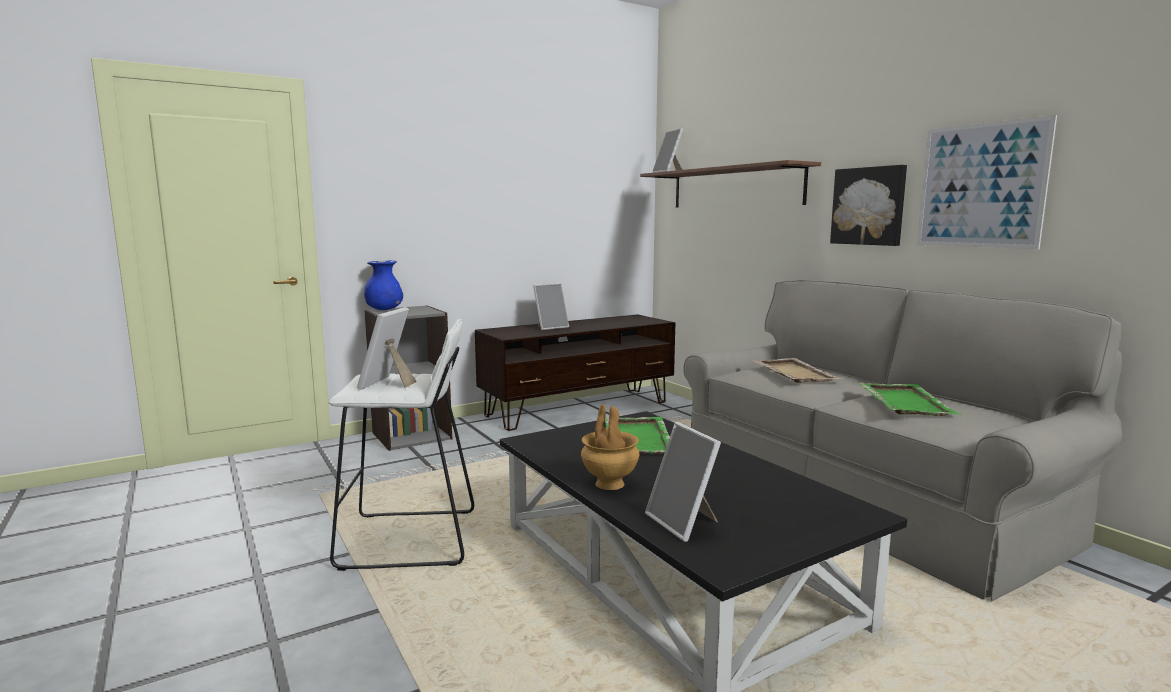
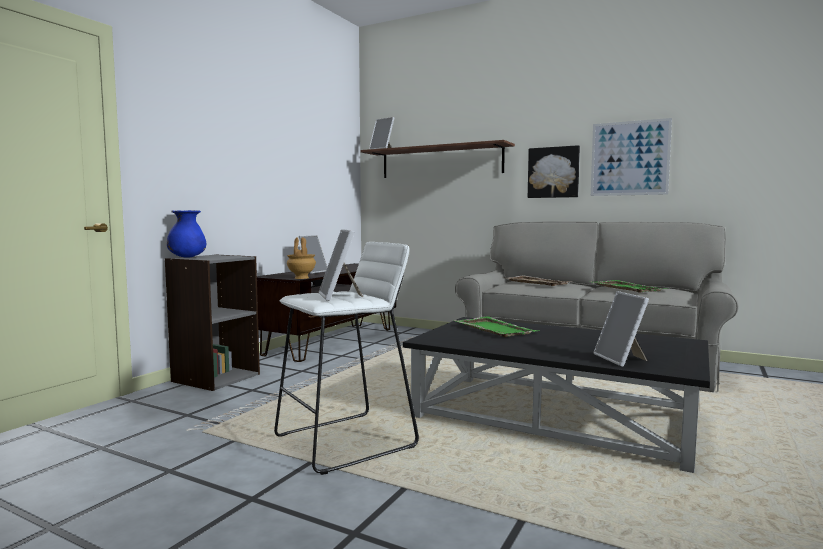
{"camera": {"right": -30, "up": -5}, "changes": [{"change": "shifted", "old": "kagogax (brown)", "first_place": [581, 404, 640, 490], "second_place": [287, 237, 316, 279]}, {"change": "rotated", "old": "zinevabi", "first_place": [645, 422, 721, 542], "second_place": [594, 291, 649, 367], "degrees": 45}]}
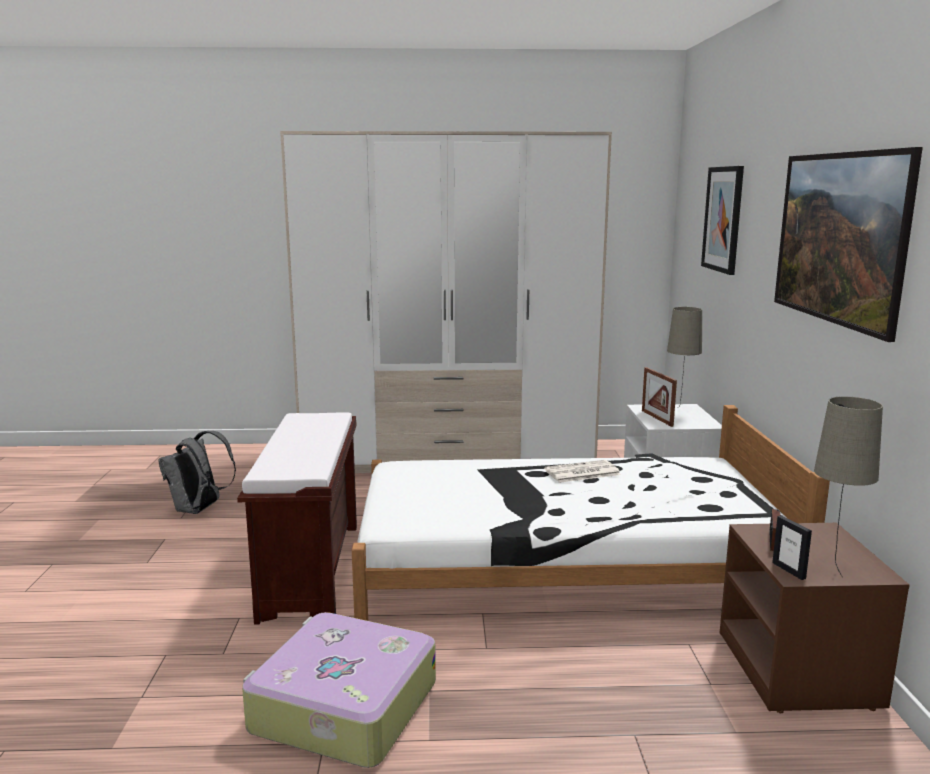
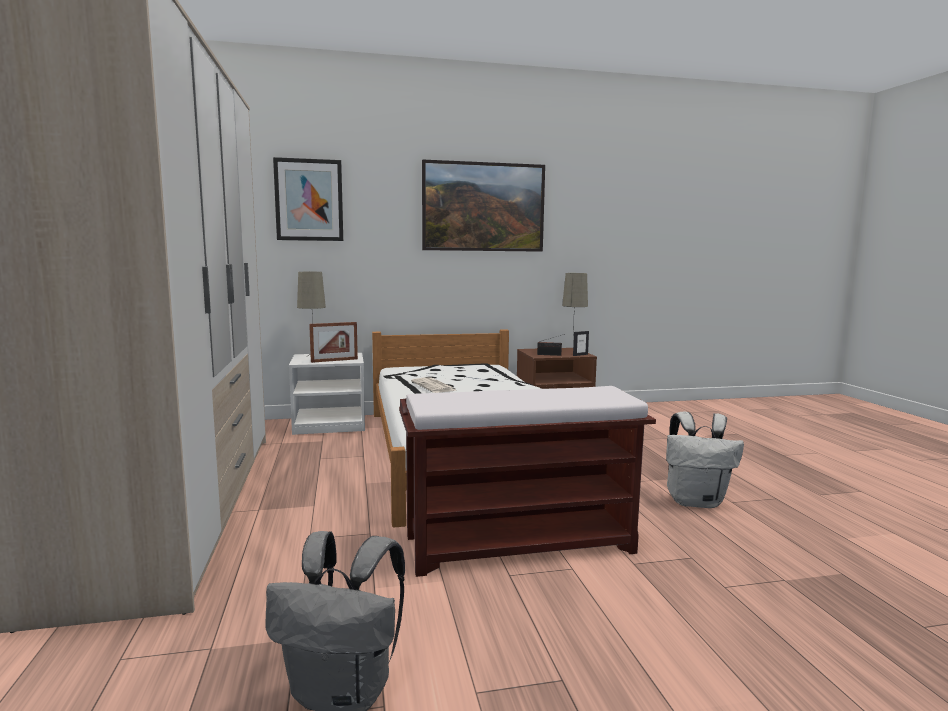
{"camera": {"right": -100, "up": -5}, "changes": [{"change": "swapped", "old": "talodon", "new": "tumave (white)", "first_place": [242, 612, 436, 768], "second_place": [666, 412, 744, 508]}]}
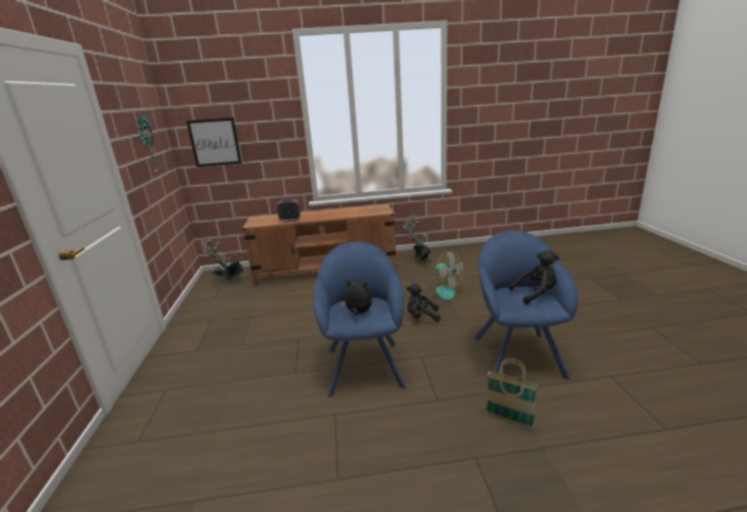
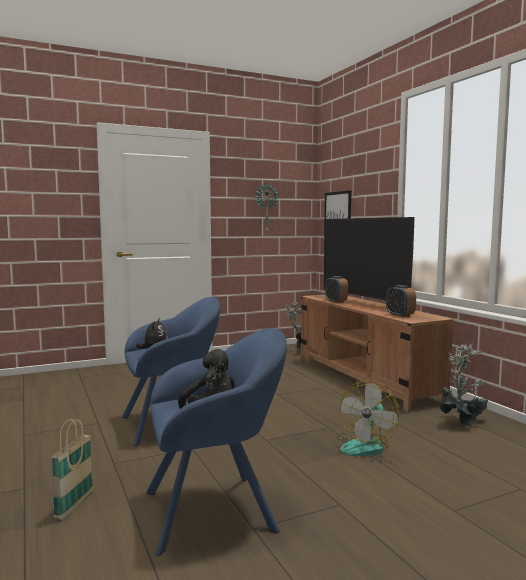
{"camera": {"right": 70, "up": -15}, "changes": [{"change": "gone", "old": "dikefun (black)", "first_place": [406, 283, 440, 322]}, {"change": "new", "new": "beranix", "second_place": [324, 217, 415, 300]}, {"change": "new", "new": "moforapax", "second_place": [386, 285, 416, 317]}]}
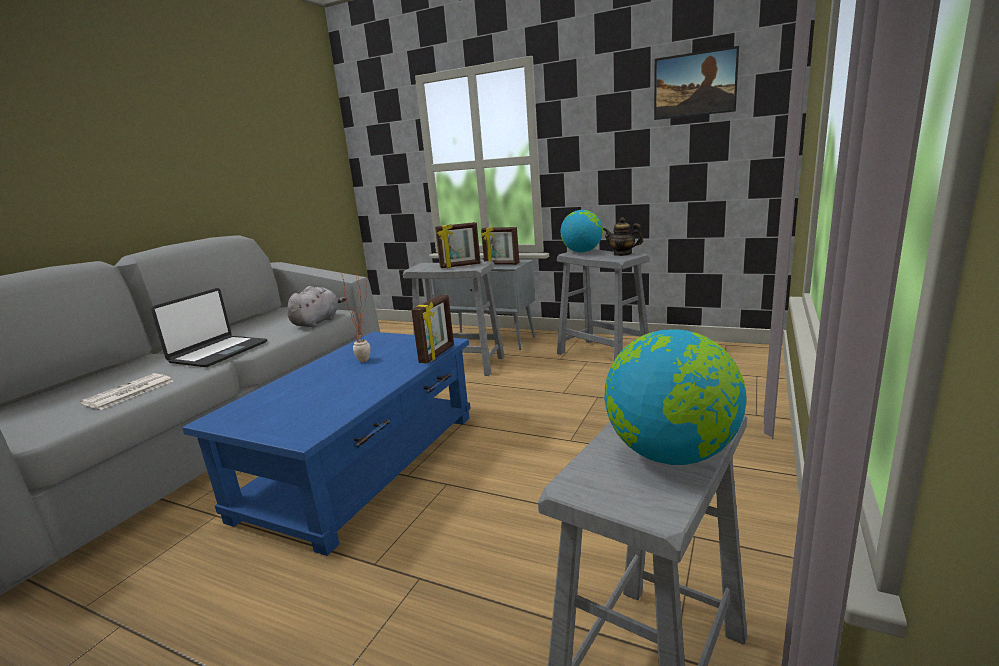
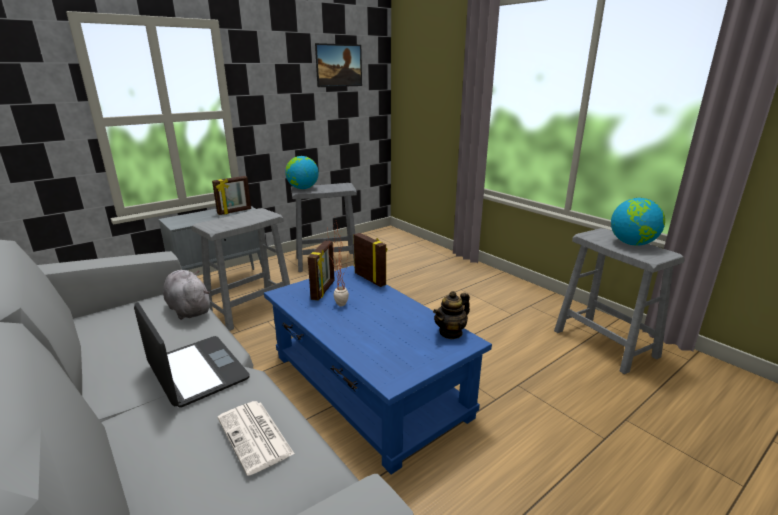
{"camera": {"right": -65, "up": 5}, "changes": [{"change": "shifted", "old": "zinevabi", "first_place": [435, 222, 481, 268], "second_place": [308, 240, 335, 301]}, {"change": "shifted", "old": "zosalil", "first_place": [603, 217, 643, 256], "second_place": [433, 291, 470, 340]}]}
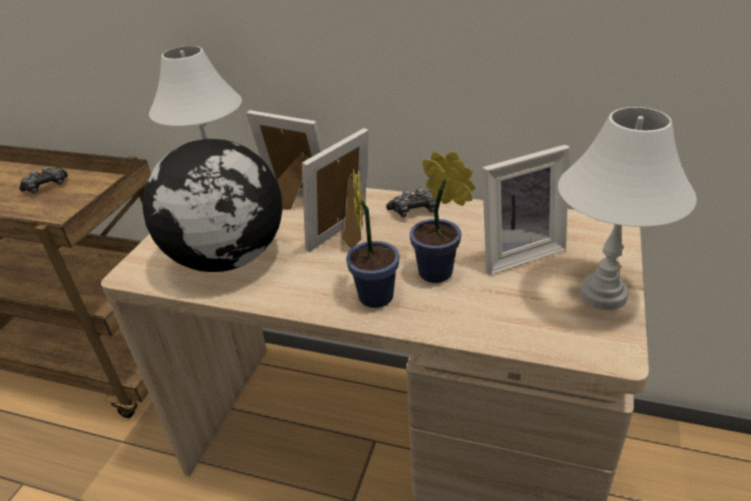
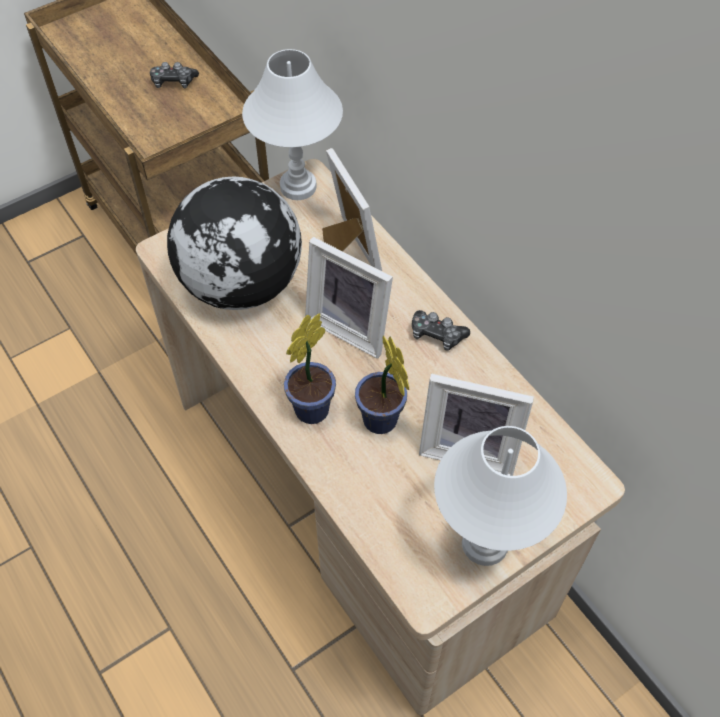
{"camera": {"right": 35, "up": 20}, "changes": [{"change": "rotated", "old": "zinevabi", "first_place": [302, 128, 369, 252], "second_place": [305, 237, 393, 359], "degrees": -135}]}
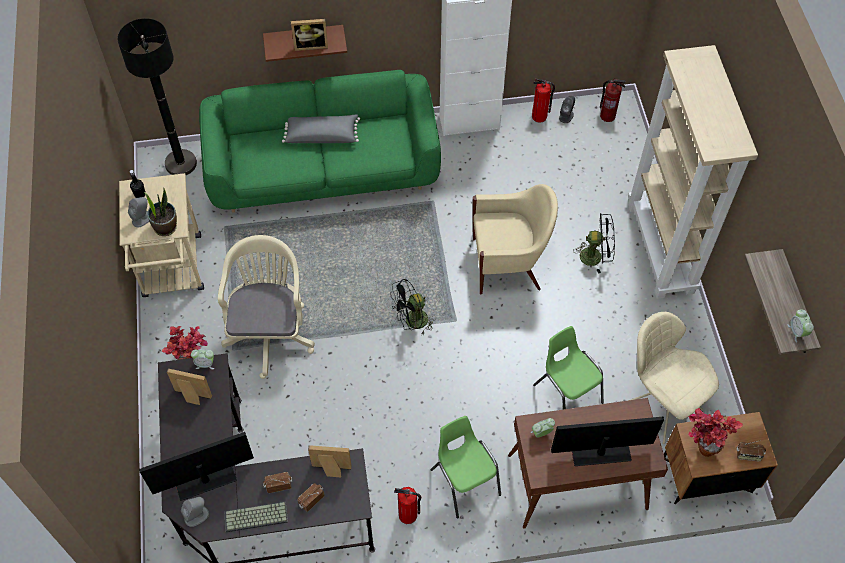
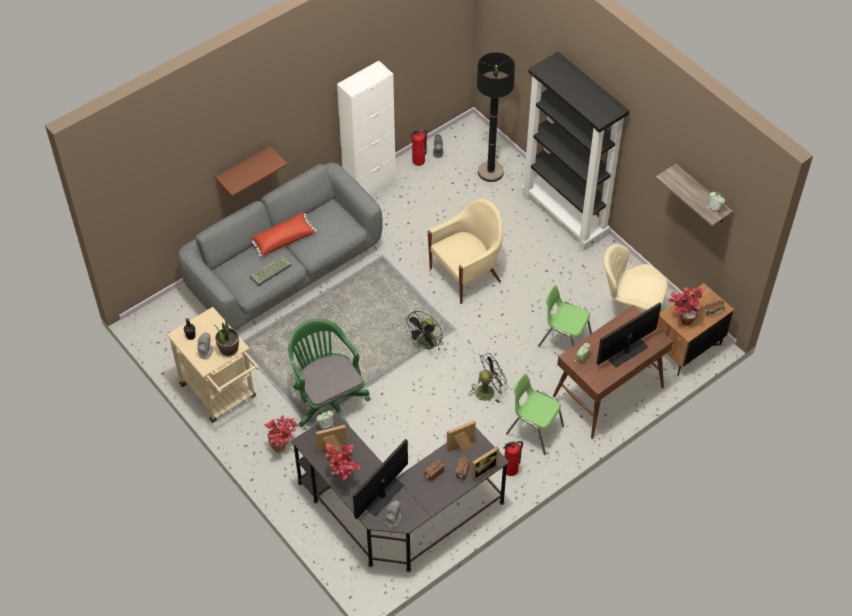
{"camera": {"right": -30, "up": -5}, "changes": [{"change": "gone", "old": "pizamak", "first_place": [600, 78, 626, 122]}, {"change": "new", "new": "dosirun", "second_place": [326, 444, 360, 480]}, {"change": "shifted", "old": "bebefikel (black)", "first_place": [117, 18, 197, 175], "second_place": [477, 52, 515, 182]}, {"change": "shifted", "old": "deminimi", "first_place": [224, 501, 288, 532], "second_place": [249, 256, 292, 286]}, {"change": "shifted", "old": "zinevabi", "first_place": [291, 19, 328, 51], "second_place": [471, 447, 499, 482]}, {"change": "shifted", "old": "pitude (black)", "first_place": [573, 213, 615, 274], "second_place": [469, 353, 508, 403]}, {"change": "repainted", "old": "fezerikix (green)", "new": "fezerikix (grey)", "first_place": [199, 70, 441, 213], "second_place": [178, 163, 383, 331]}, {"change": "repainted", "old": "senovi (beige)", "new": "senovi (green)", "first_place": [218, 235, 315, 379], "second_place": [288, 319, 370, 427]}, {"change": "repainted", "old": "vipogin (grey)", "new": "vipogin (red)", "first_place": [282, 114, 360, 143], "second_place": [252, 212, 317, 256]}, {"change": "repainted", "old": "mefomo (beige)", "new": "mefomo (black)", "first_place": [628, 45, 758, 299], "second_place": [521, 52, 629, 251]}]}
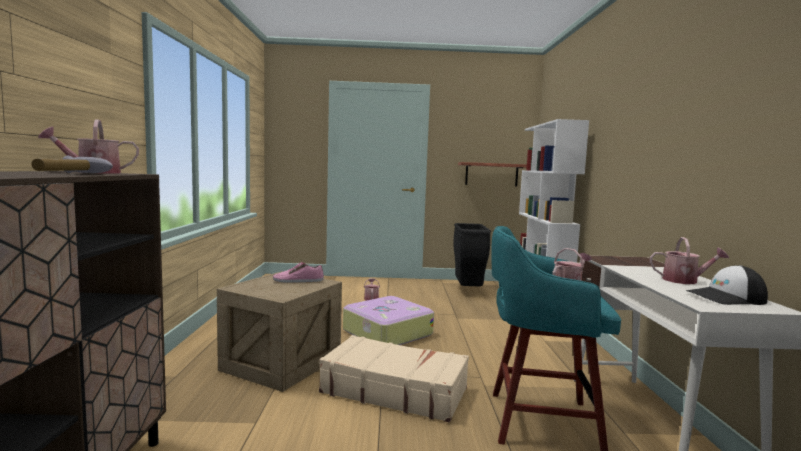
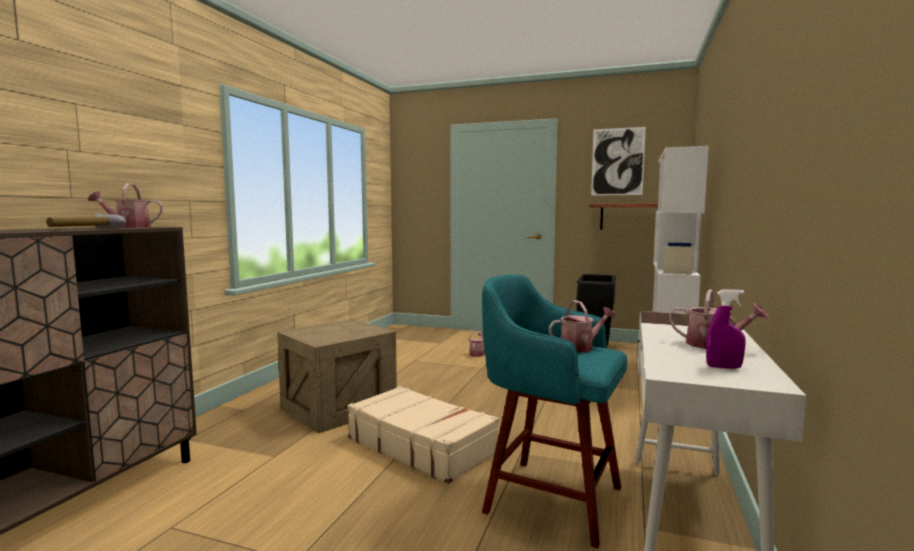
{"camera": {"right": 20, "up": 0}, "changes": [{"change": "gone", "old": "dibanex", "first_place": [273, 262, 324, 283]}, {"change": "gone", "old": "talodon", "first_place": [343, 296, 434, 345]}, {"change": "new", "new": "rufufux", "second_place": [591, 127, 646, 196]}, {"change": "swapped", "old": "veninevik", "new": "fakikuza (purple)", "first_place": [686, 265, 768, 305], "second_place": [706, 289, 746, 369]}]}
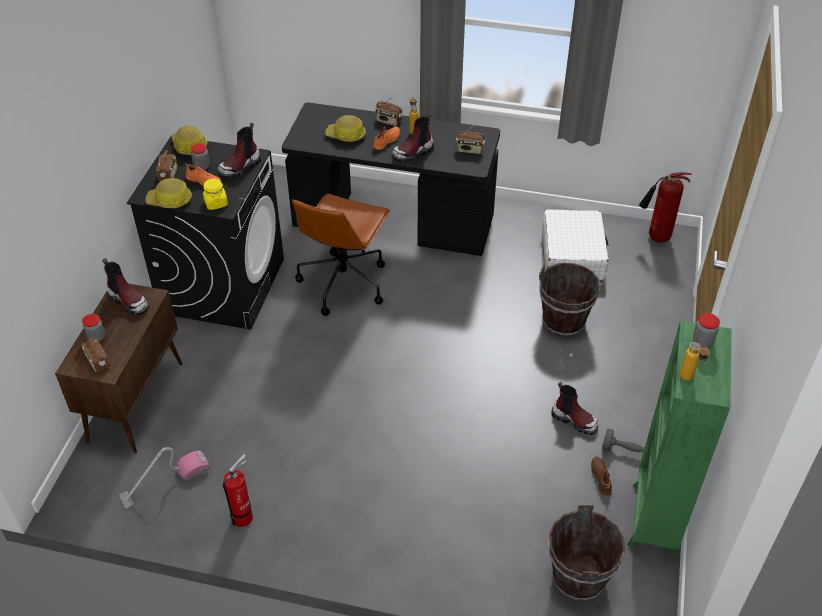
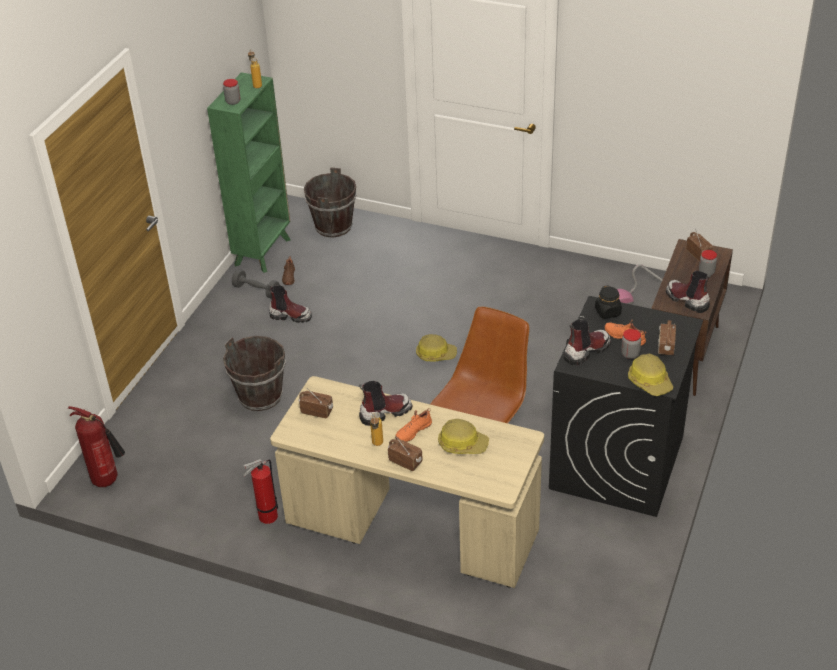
{"camera": {"right": -170, "up": -5}, "changes": [{"change": "gone", "old": "talodon (white)", "first_place": [542, 209, 609, 280]}, {"change": "shifted", "old": "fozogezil", "first_place": [146, 178, 192, 208], "second_place": [416, 334, 457, 361]}, {"change": "shifted", "old": "pizamak", "first_place": [223, 454, 253, 527], "second_place": [244, 459, 278, 524]}, {"change": "repainted", "old": "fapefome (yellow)", "new": "fapefome (black)", "first_place": [203, 178, 228, 210], "second_place": [595, 285, 622, 319]}, {"change": "repainted", "old": "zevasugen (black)", "new": "zevasugen (beige)", "first_place": [282, 103, 500, 256], "second_place": [270, 376, 544, 588]}, {"change": "rotated", "old": "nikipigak", "first_place": [551, 382, 599, 435], "second_place": [267, 284, 312, 323], "degrees": 150}]}
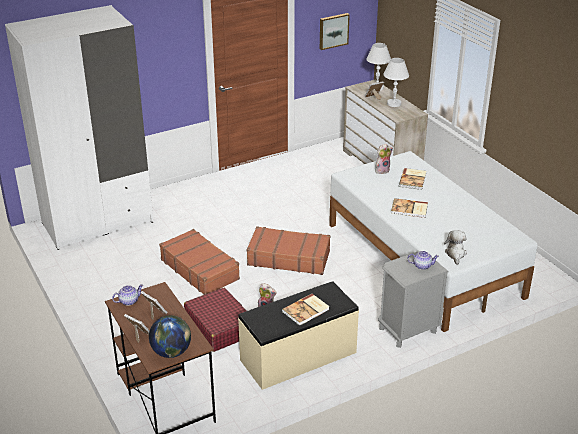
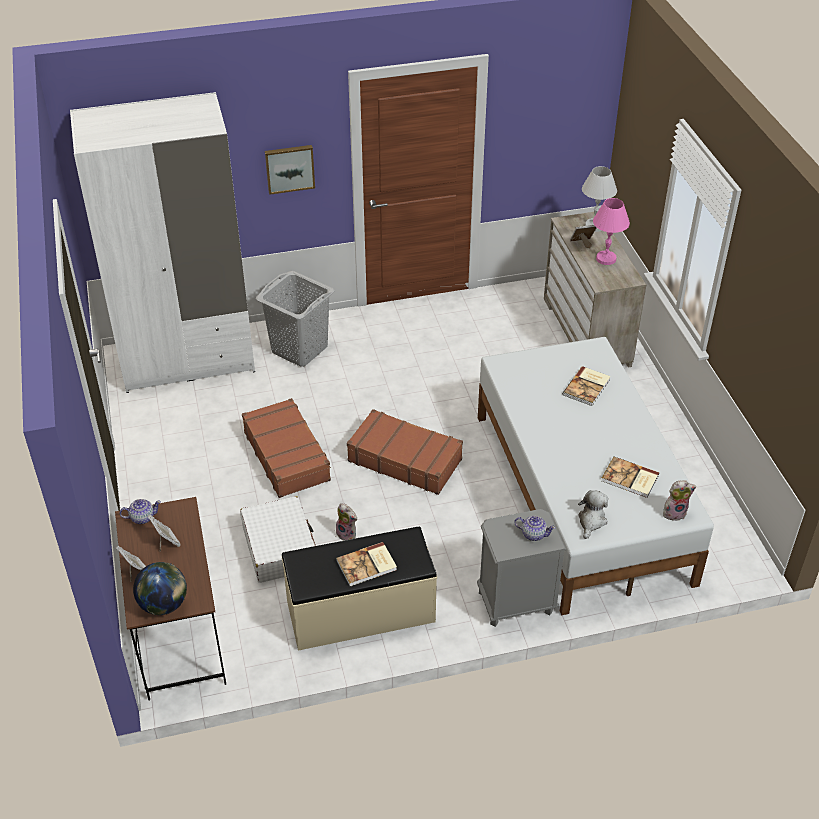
{"camera": {"right": 15, "up": 10}, "changes": [{"change": "new", "new": "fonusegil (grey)", "second_place": [256, 271, 335, 367]}, {"change": "shifted", "old": "rufufux", "first_place": [320, 13, 350, 50], "second_place": [265, 145, 315, 195]}, {"change": "shifted", "old": "dikefun", "first_place": [375, 144, 393, 174], "second_place": [663, 480, 696, 521]}, {"change": "shifted", "old": "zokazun", "first_place": [391, 198, 428, 218], "second_place": [601, 457, 659, 498]}, {"change": "repainted", "old": "talodon (red)", "new": "talodon (white)", "first_place": [184, 288, 246, 352], "second_place": [240, 496, 316, 583]}, {"change": "repainted", "old": "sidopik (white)", "new": "sidopik (pink)", "first_place": [383, 58, 409, 107], "second_place": [593, 198, 630, 265]}]}
